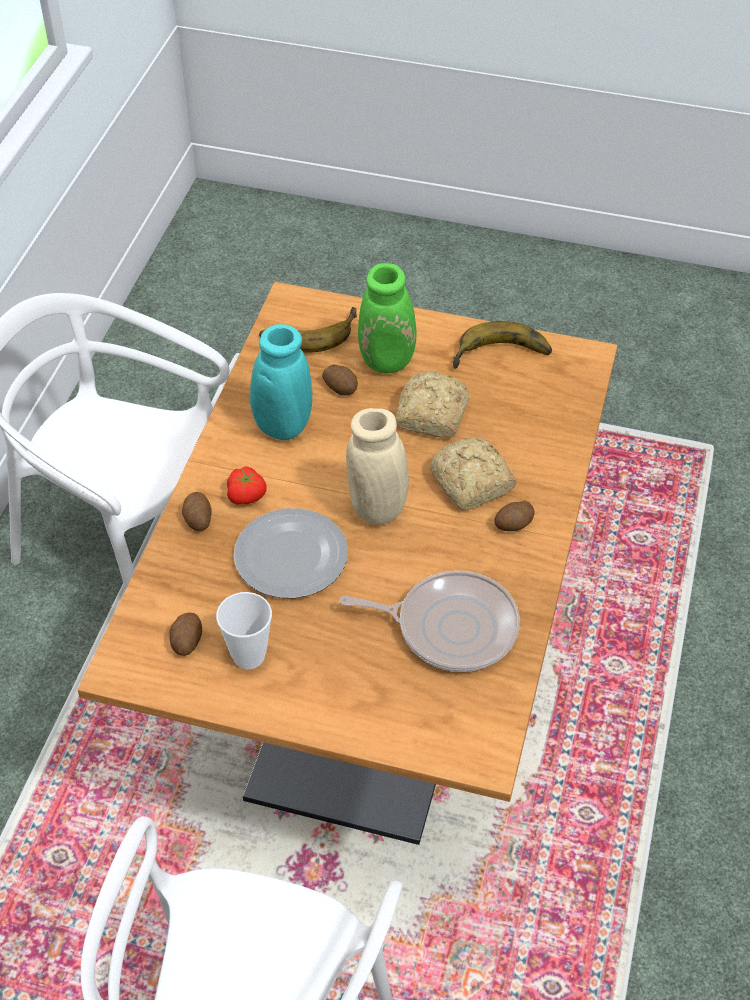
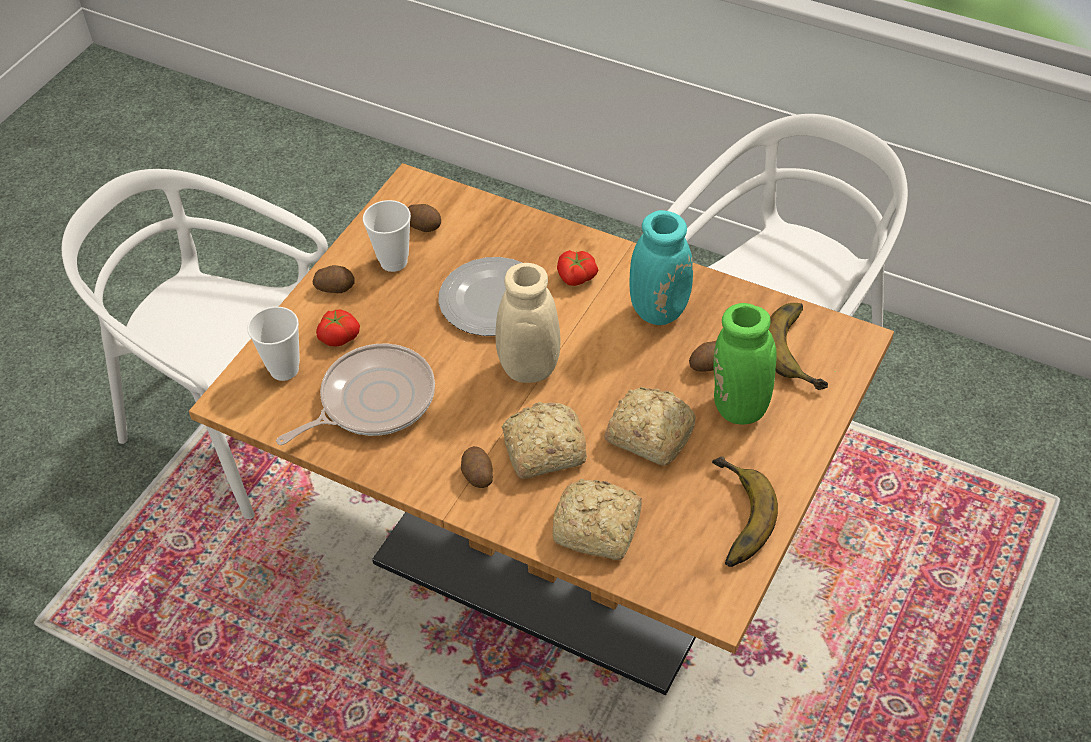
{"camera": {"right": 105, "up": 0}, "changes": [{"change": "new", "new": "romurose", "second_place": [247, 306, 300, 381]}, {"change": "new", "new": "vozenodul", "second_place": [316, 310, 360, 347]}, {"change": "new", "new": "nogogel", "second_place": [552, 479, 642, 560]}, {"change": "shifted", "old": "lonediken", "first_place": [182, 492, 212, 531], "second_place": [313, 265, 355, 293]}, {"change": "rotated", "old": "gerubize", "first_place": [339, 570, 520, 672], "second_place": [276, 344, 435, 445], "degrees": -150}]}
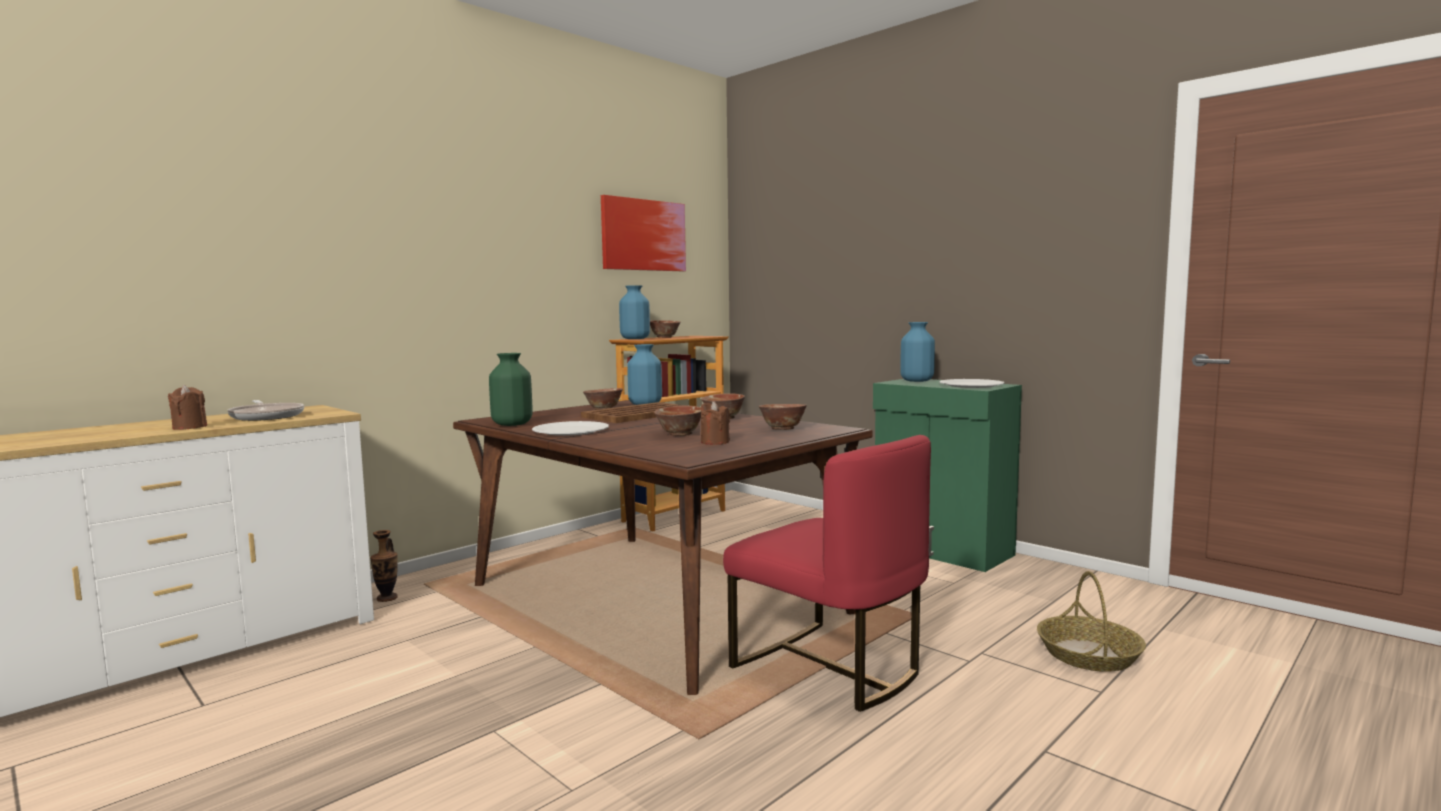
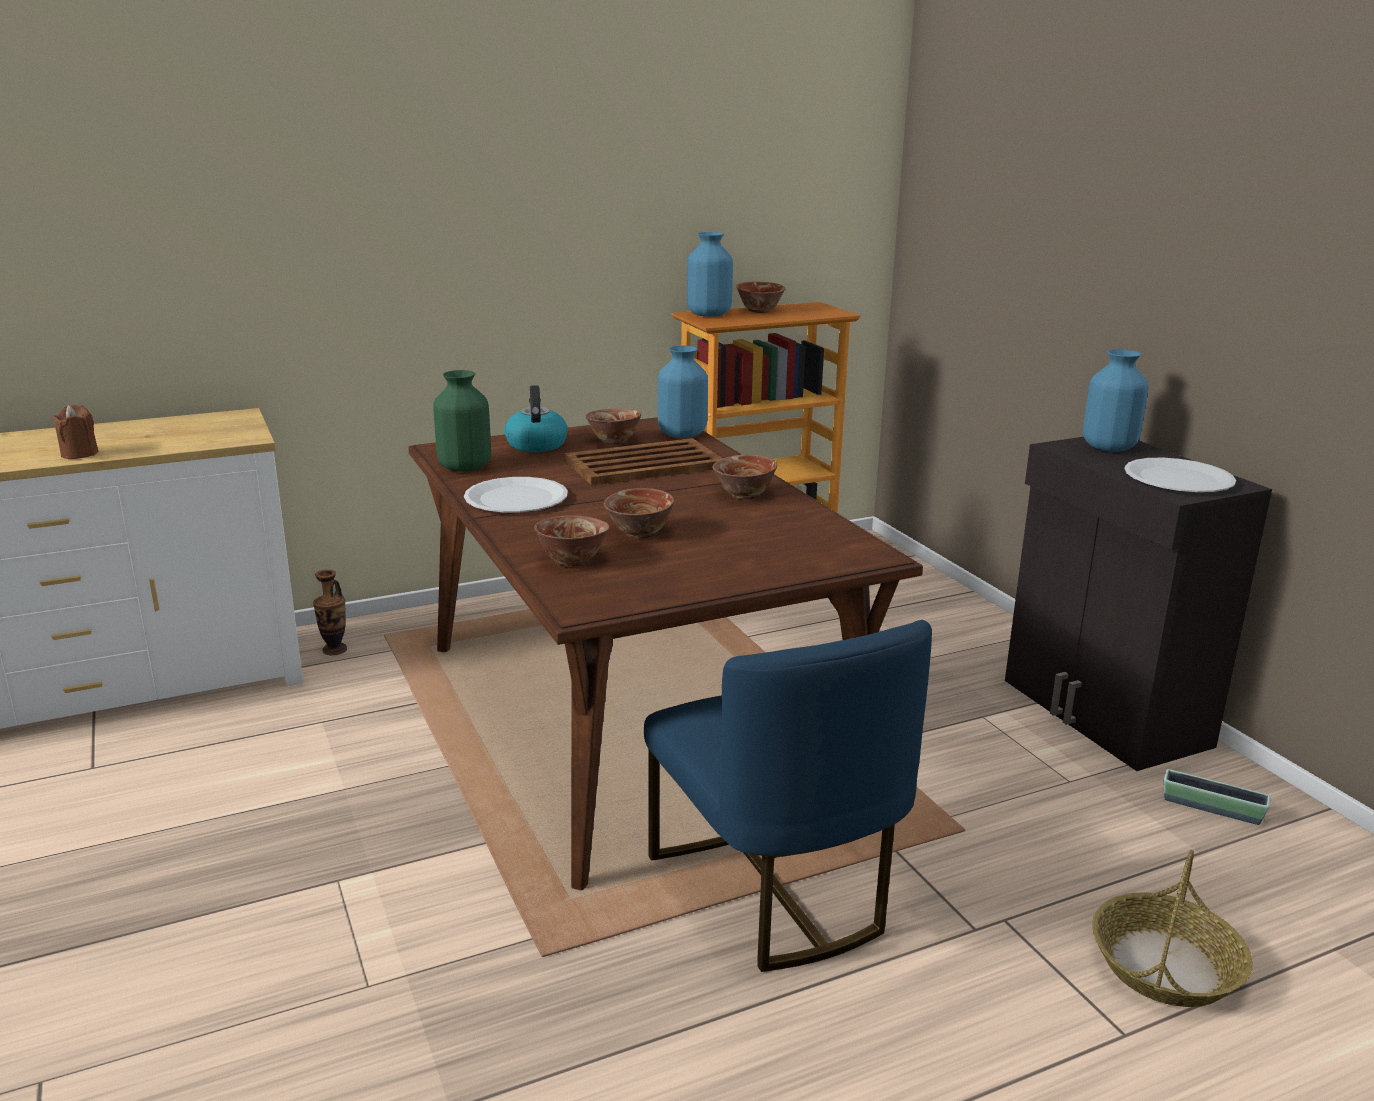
{"camera": {"right": 20, "up": 15}, "changes": [{"change": "gone", "old": "gerubize", "first_place": [228, 400, 304, 421]}, {"change": "gone", "old": "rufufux", "first_place": [601, 195, 686, 271]}, {"change": "gone", "old": "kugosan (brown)", "first_place": [701, 401, 730, 445]}, {"change": "new", "new": "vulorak", "second_place": [504, 385, 568, 452]}, {"change": "new", "new": "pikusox", "second_place": [1164, 769, 1270, 825]}, {"change": "shifted", "old": "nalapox", "first_place": [759, 404, 807, 430], "second_place": [534, 515, 610, 566]}, {"change": "repainted", "old": "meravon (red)", "new": "meravon (blue)", "first_place": [723, 435, 931, 712], "second_place": [644, 620, 932, 972]}, {"change": "repainted", "old": "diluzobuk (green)", "new": "diluzobuk (black)", "first_place": [873, 379, 1022, 572], "second_place": [1005, 437, 1272, 771]}]}
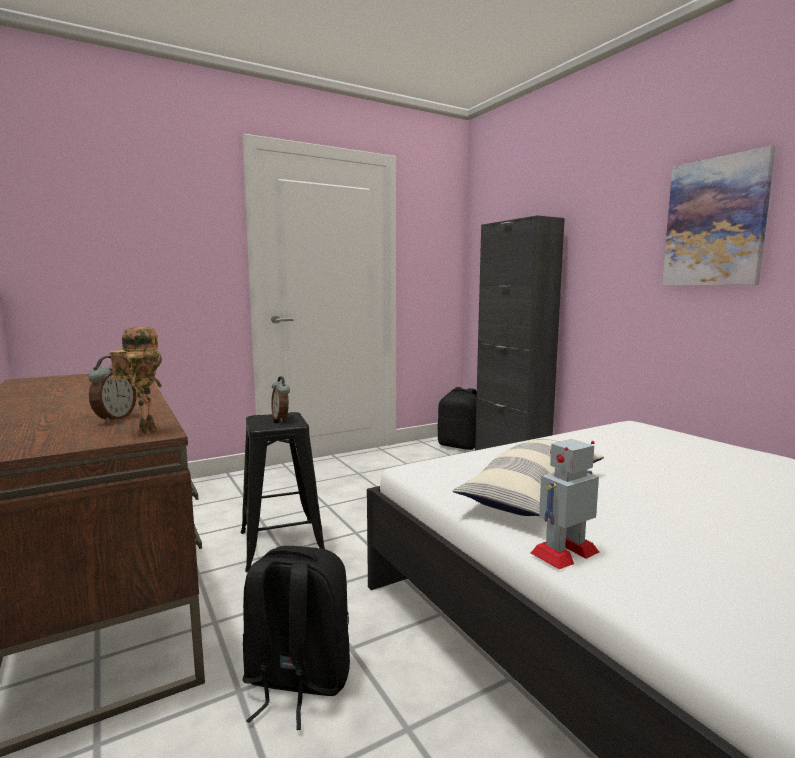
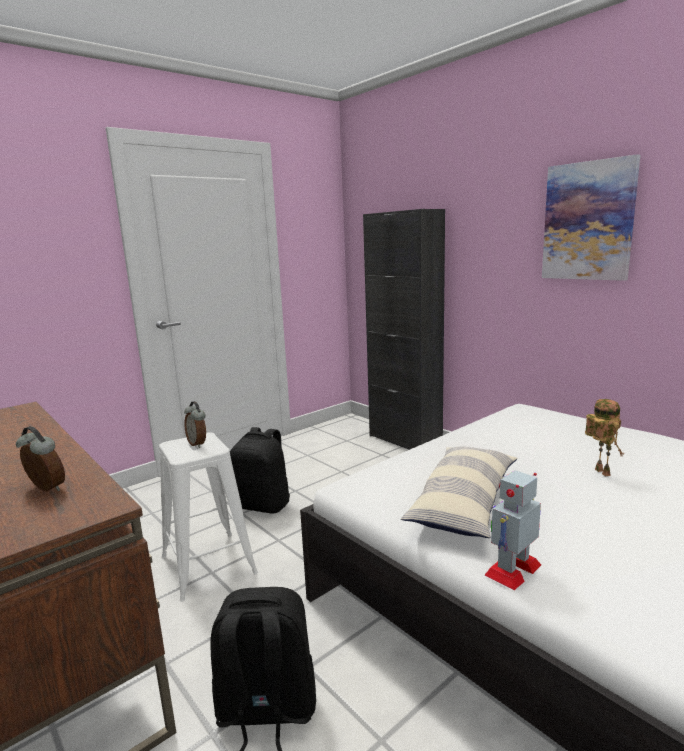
{"camera": {"right": -10, "up": 5}, "changes": [{"change": "shifted", "old": "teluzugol", "first_place": [110, 327, 162, 435], "second_place": [585, 399, 624, 476]}, {"change": "shifted", "old": "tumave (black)", "first_place": [437, 387, 477, 450], "second_place": [230, 427, 290, 514]}, {"change": "repainted", "old": "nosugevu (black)", "new": "nosugevu (white)", "first_place": [241, 412, 325, 572], "second_place": [159, 432, 258, 602]}, {"change": "rotated", "old": "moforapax", "first_place": [88, 356, 136, 423], "second_place": [16, 426, 65, 491], "degrees": -60}]}
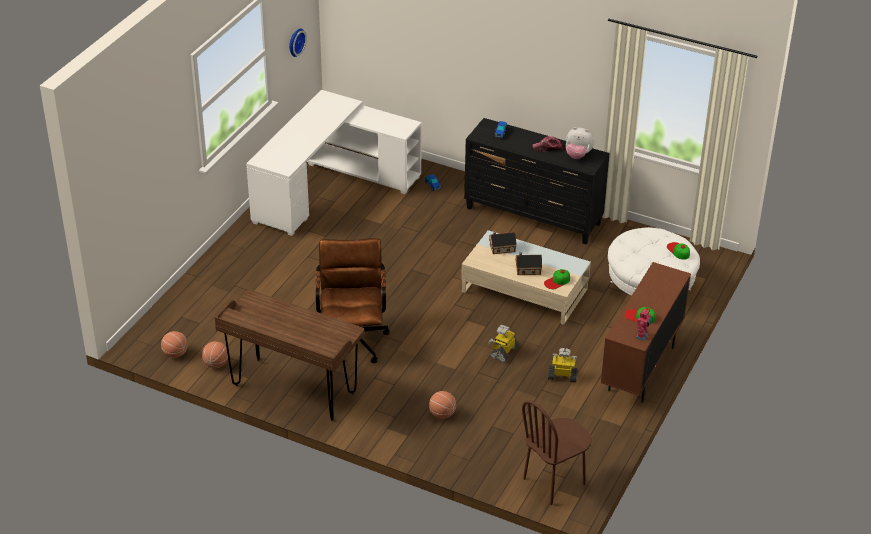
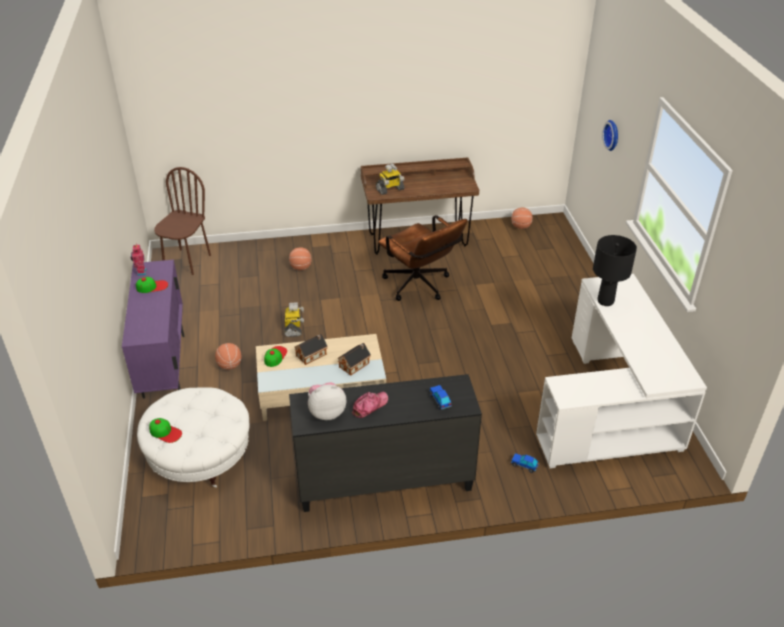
{"camera": {"right": 145, "up": 0}, "changes": [{"change": "new", "new": "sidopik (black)", "second_place": [593, 235, 637, 306]}, {"change": "shifted", "old": "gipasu", "first_place": [202, 341, 228, 368], "second_place": [215, 343, 242, 370]}, {"change": "shifted", "old": "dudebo", "first_place": [289, 29, 307, 57], "second_place": [602, 120, 618, 151]}, {"change": "shifted", "old": "teluzugol", "first_place": [548, 348, 578, 383], "second_place": [376, 164, 405, 195]}, {"change": "repainted", "old": "diluzobuk (brown)", "new": "diluzobuk (purple)", "first_place": [601, 262, 691, 403], "second_place": [122, 260, 184, 399]}]}
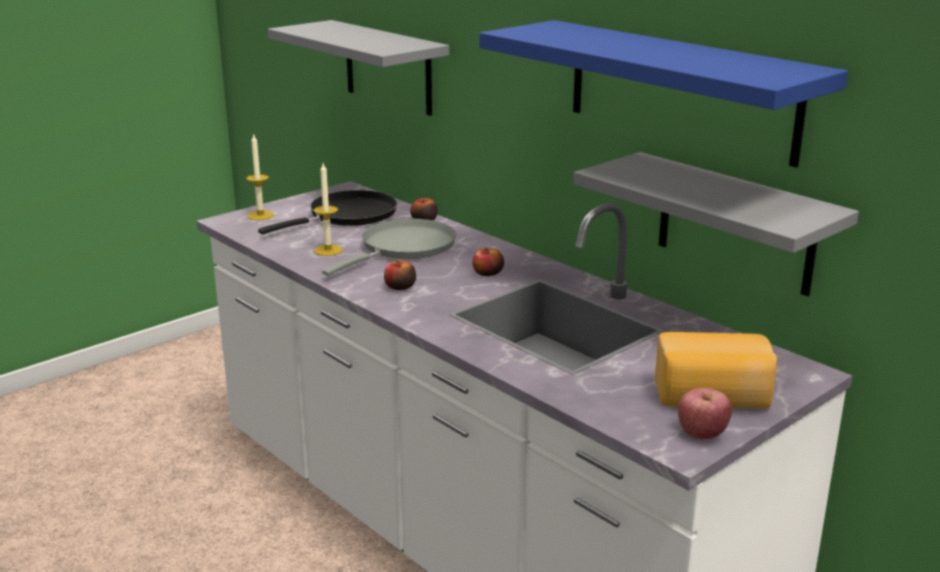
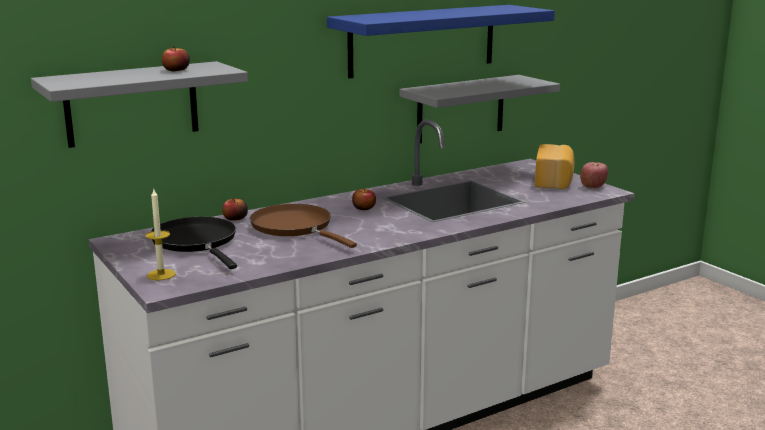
{"camera": {"right": -80, "up": -5}, "changes": [{"change": "gone", "old": "kugosan", "first_place": [314, 163, 343, 256]}, {"change": "shifted", "old": "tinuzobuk", "first_place": [384, 261, 416, 290], "second_place": [162, 46, 190, 71]}, {"change": "repainted", "old": "gerubize (grey)", "new": "gerubize (brown)", "first_place": [322, 219, 456, 276], "second_place": [250, 204, 357, 248]}]}
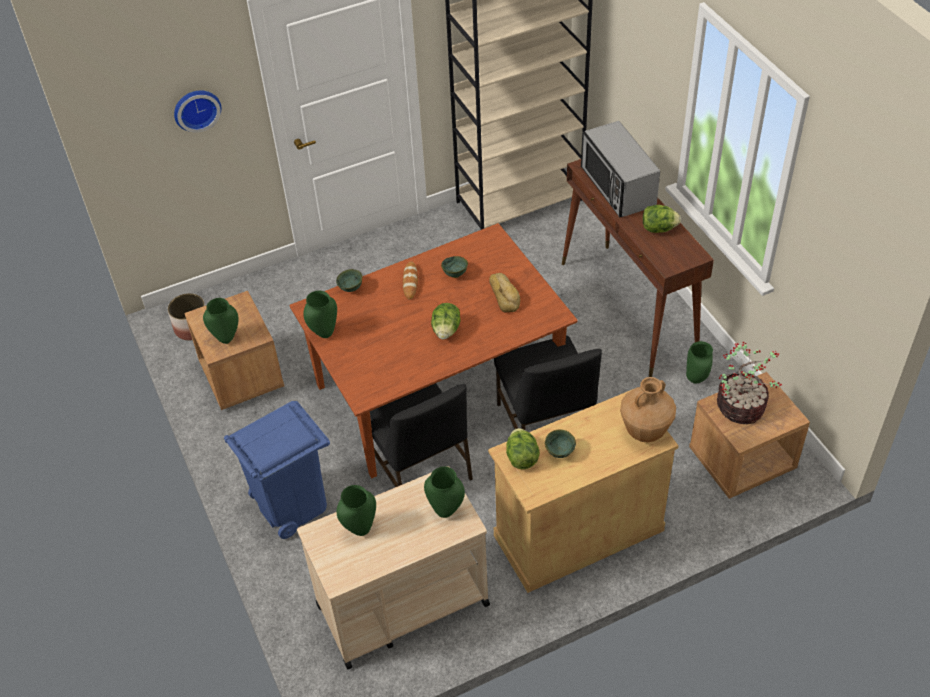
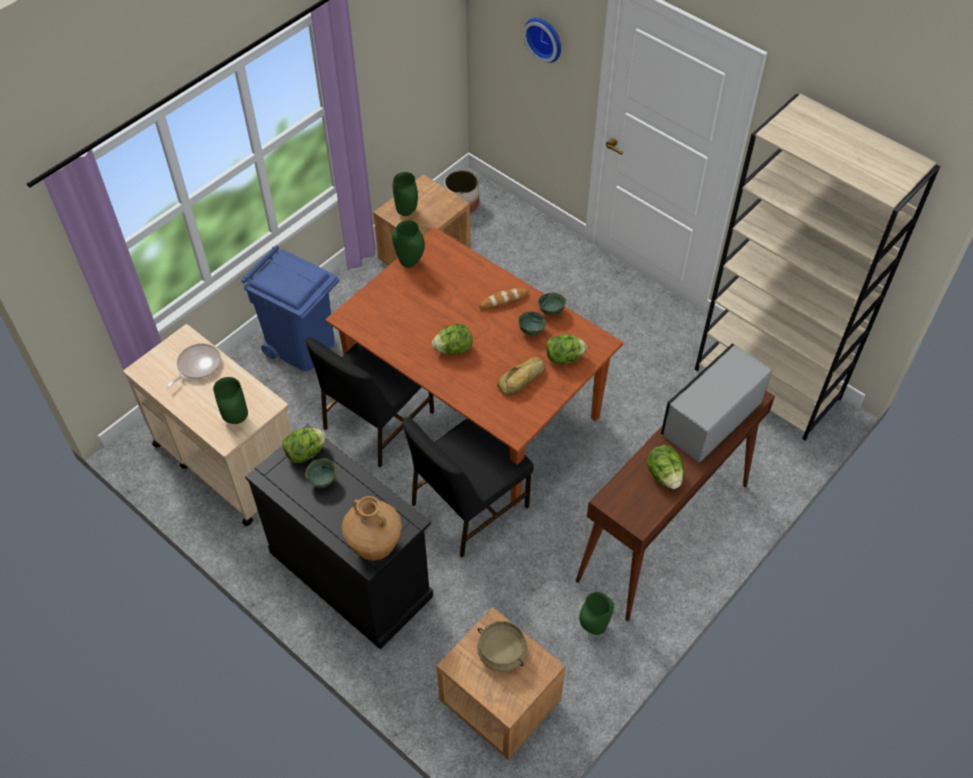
{"camera": {"right": 65, "up": 5}, "changes": [{"change": "new", "new": "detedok", "second_place": [546, 334, 587, 365]}, {"change": "shifted", "old": "nalapox (green)", "first_place": [336, 269, 362, 292], "second_place": [538, 292, 566, 316]}, {"change": "swapped", "old": "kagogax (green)", "new": "gerubize", "first_place": [337, 485, 376, 536], "second_place": [165, 343, 221, 389]}, {"change": "swapped", "old": "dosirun", "new": "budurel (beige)", "first_place": [717, 342, 782, 424], "second_place": [477, 621, 527, 672]}, {"change": "repainted", "old": "diluzobuk (beige)", "new": "diluzobuk (black)", "first_place": [488, 389, 679, 593], "second_place": [245, 424, 433, 650]}]}
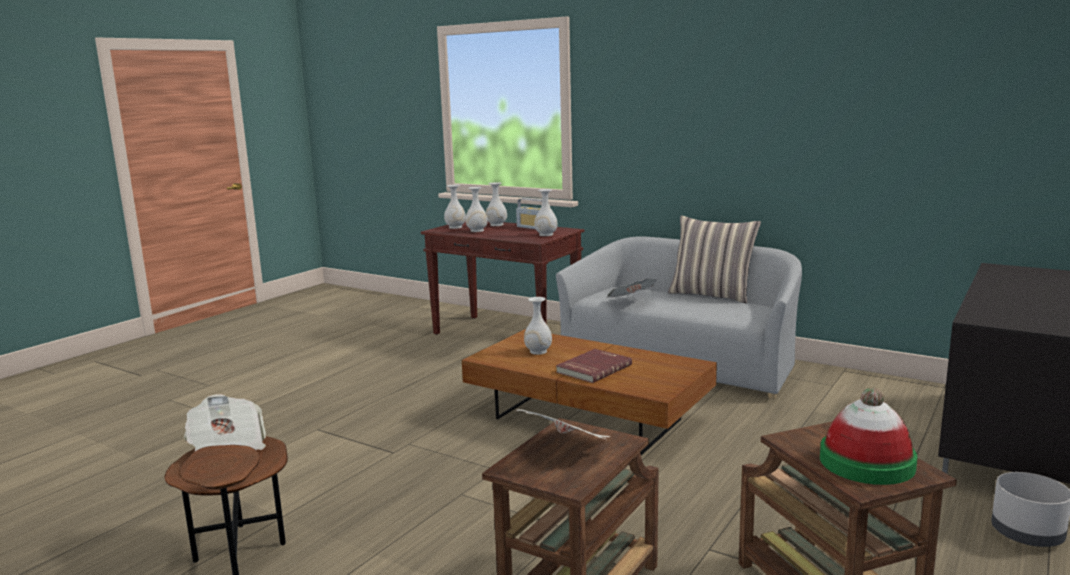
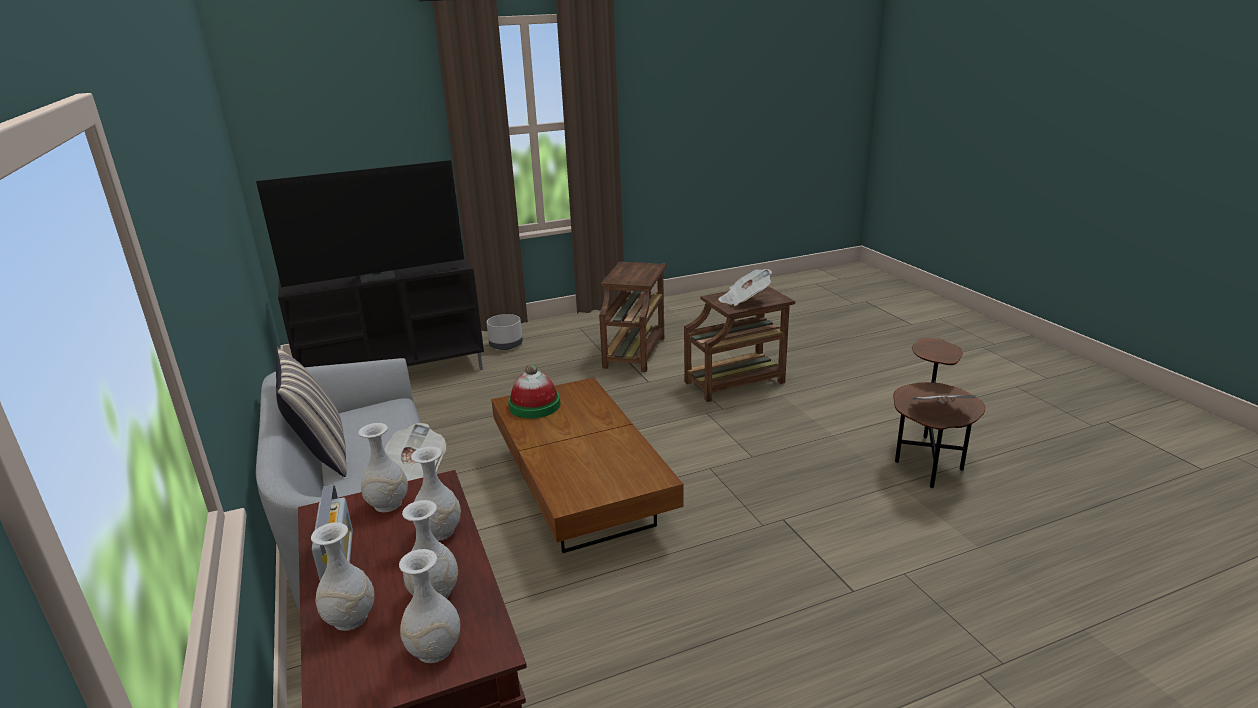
{"camera": {"right": -145, "up": 10}, "changes": [{"change": "gone", "old": "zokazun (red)", "first_place": [556, 349, 632, 383]}, {"change": "new", "new": "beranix", "second_place": [256, 160, 464, 287]}, {"change": "shifted", "old": "kagogax (white)", "first_place": [524, 297, 552, 355], "second_place": [411, 446, 461, 541]}, {"change": "shifted", "old": "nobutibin", "first_place": [820, 387, 917, 485], "second_place": [508, 364, 561, 419]}]}
